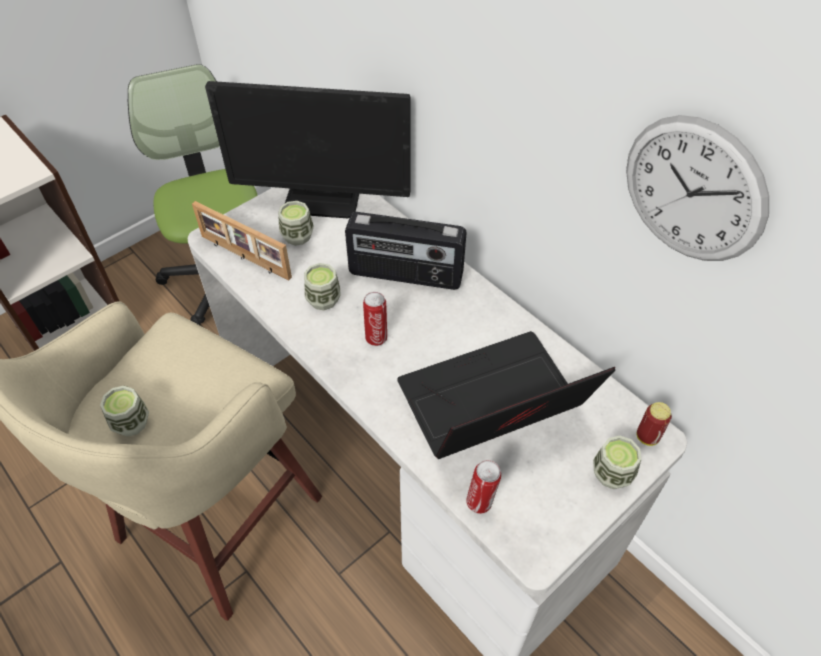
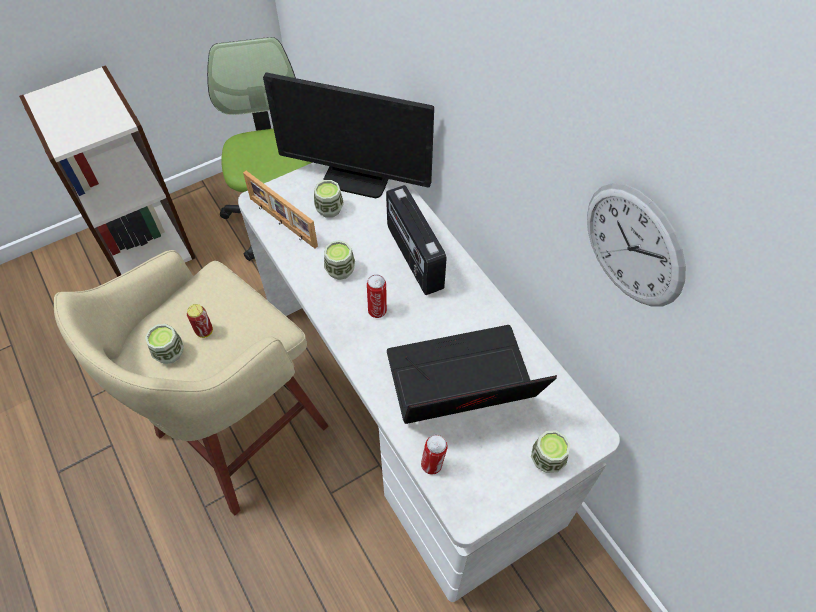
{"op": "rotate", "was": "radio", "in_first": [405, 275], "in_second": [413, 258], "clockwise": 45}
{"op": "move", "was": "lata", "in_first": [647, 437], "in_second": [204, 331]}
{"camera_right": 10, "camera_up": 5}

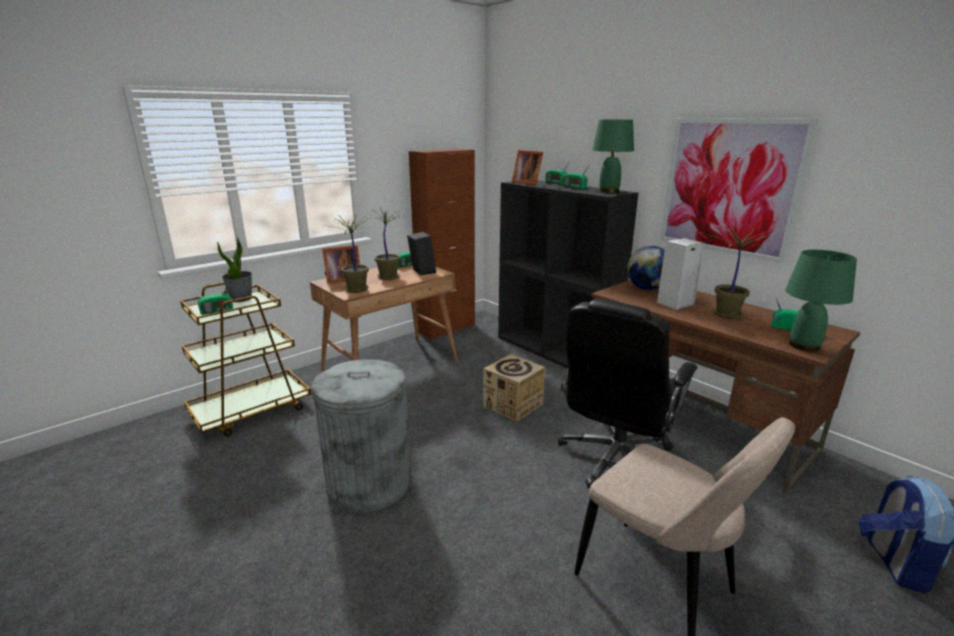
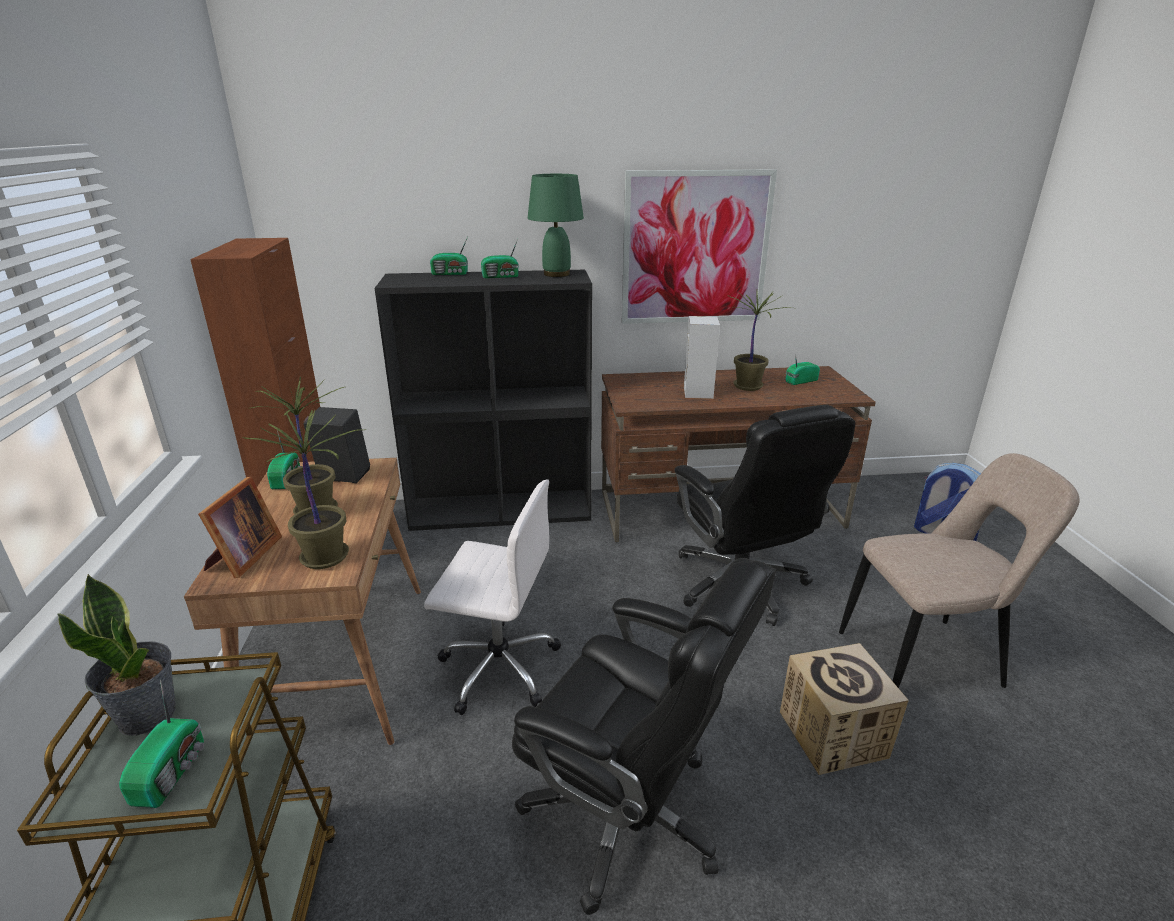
{"op": "delete", "was": "portarretratos", "in_first": [527, 183]}
{"op": "delete", "was": "globo terráqueo", "in_first": [647, 289]}
{"op": "delete", "was": "lámpara de mesa (verde)", "in_first": [804, 345]}
{"op": "move", "was": "caja de cartón", "in_first": [513, 405], "in_second": [833, 735]}
{"op": "replace", "was": "papelera (gris)", "now": "silla de oficina (negro)", "in_first": [369, 483], "in_second": [628, 815]}
{"op": "insert", "now": "silla de oficina (blanco)", "in_second": [497, 667]}
{"camera_right": -55, "camera_up": 5}

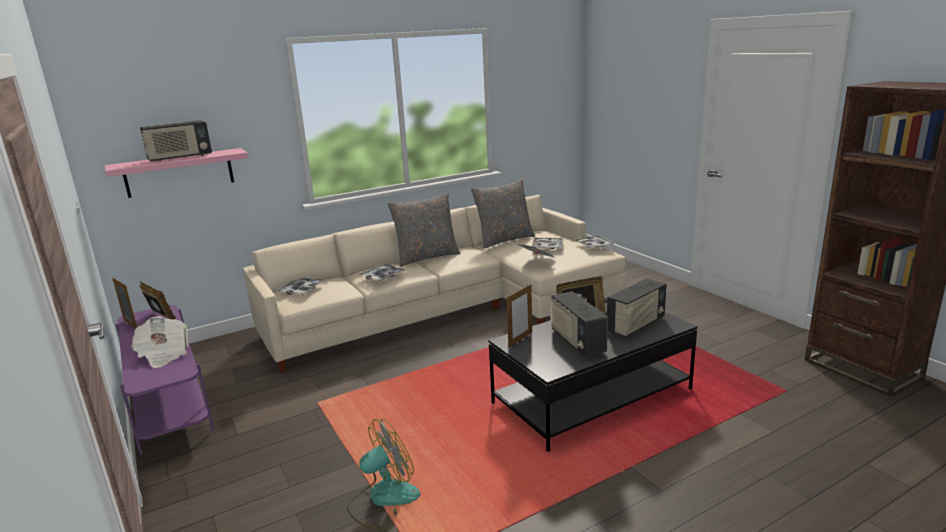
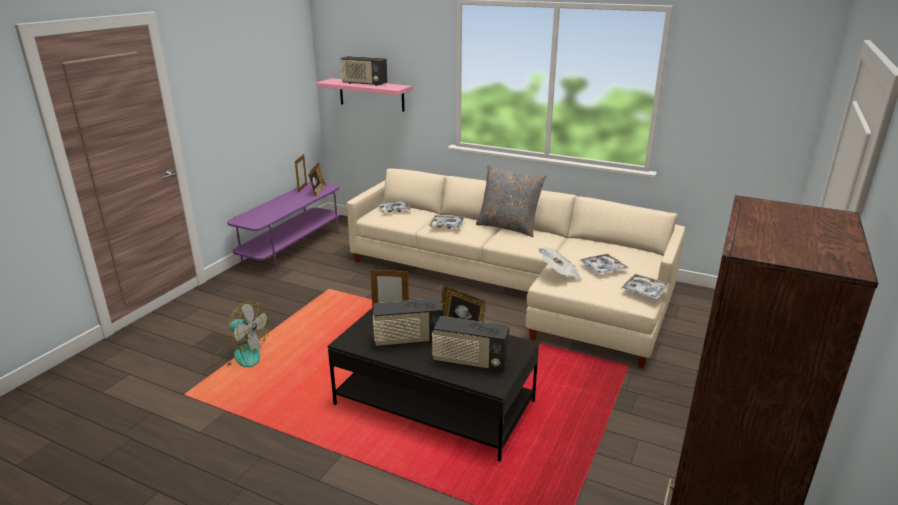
{"op": "delete", "was": "cojín (gris)", "in_first": [504, 240]}
{"op": "rotate", "was": "radio", "in_first": [577, 341], "in_second": [408, 340], "clockwise": -135}
{"op": "delete", "was": "periódico", "in_first": [163, 354]}
{"camera_right": 55, "camera_up": 5}

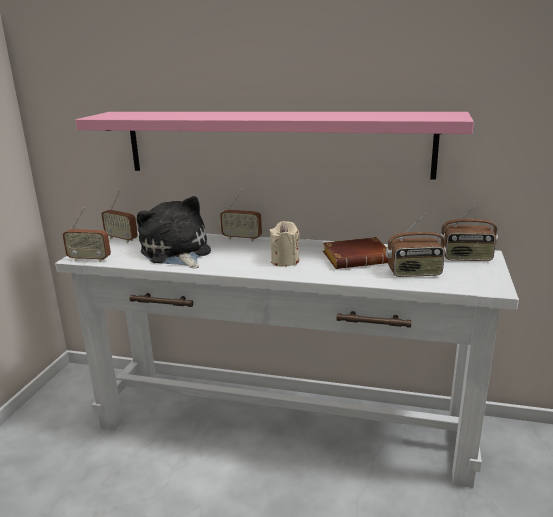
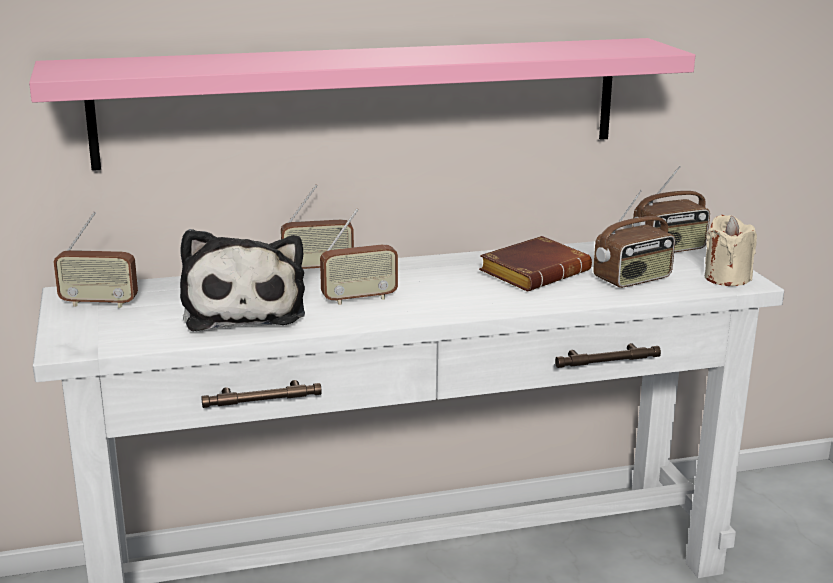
{"op": "rotate", "was": "peluche", "in_first": [177, 253], "in_second": [244, 310], "clockwise": -135}
{"op": "move", "was": "radio", "in_first": [89, 259], "in_second": [359, 299]}
{"op": "move", "was": "vela (beis)", "in_first": [285, 261], "in_second": [726, 278]}
{"camera_right": -30, "camera_up": 0}

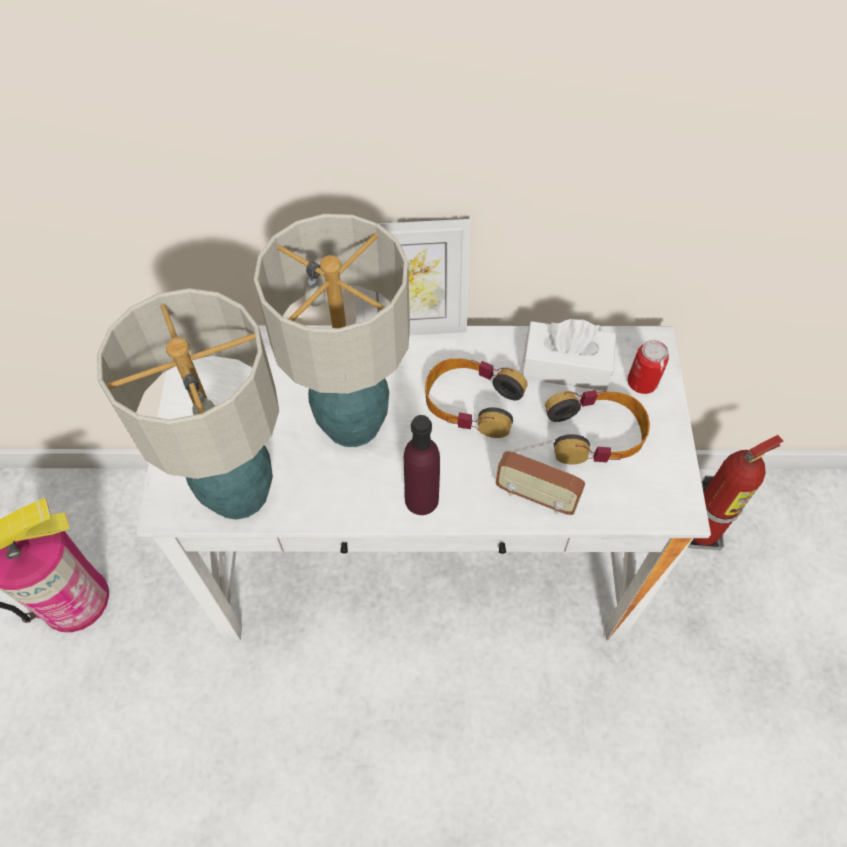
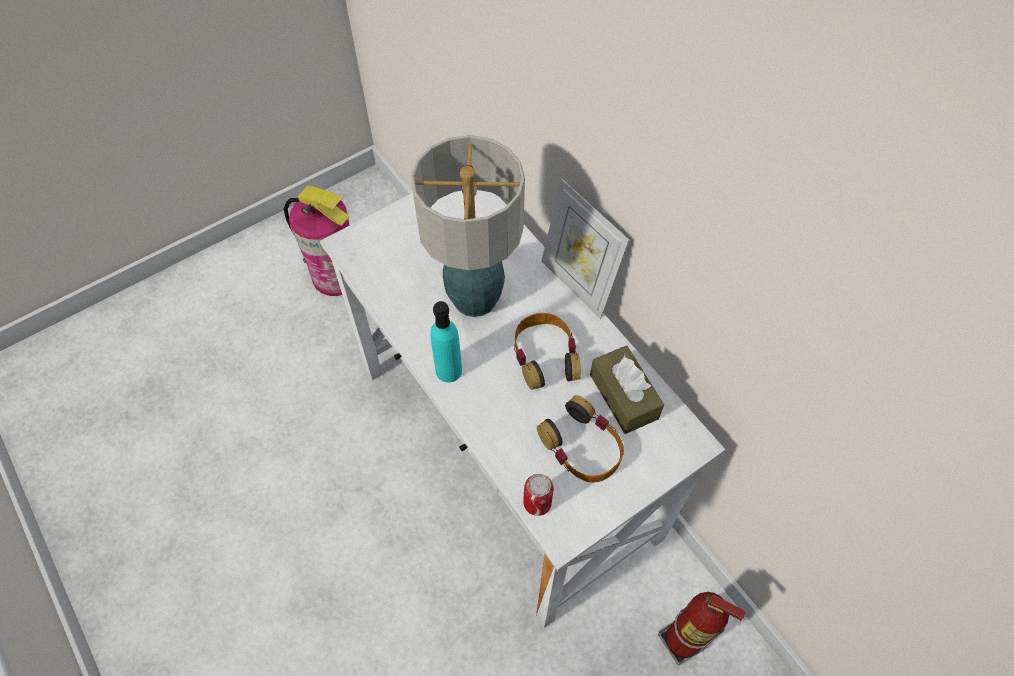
{"op": "delete", "was": "lámpara de mesa", "in_first": [240, 493]}
{"op": "recolor", "was": "caja de pañuelos (blanco)", "now": "caja de pañuelos (marrón)", "in_first": [565, 366], "in_second": [623, 396]}
{"op": "move", "was": "lata", "in_first": [642, 382], "in_second": [537, 503]}
{"op": "recolor", "was": "botella (morado)", "now": "botella (turquesa)", "in_first": [421, 499], "in_second": [448, 370]}
{"op": "delete", "was": "radio", "in_first": [535, 496]}
{"camera_right": 55, "camera_up": 0}

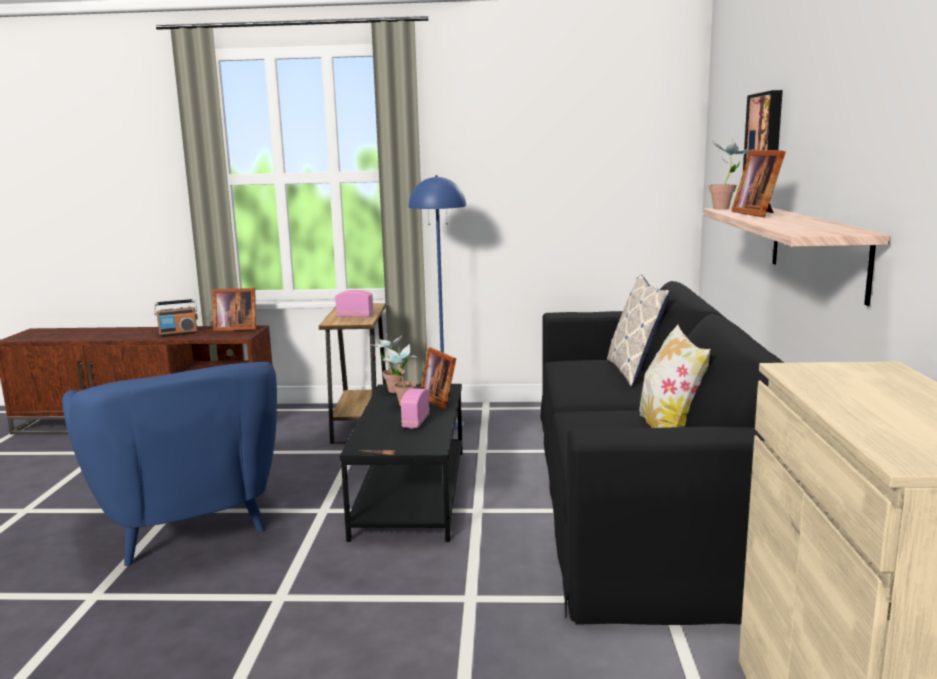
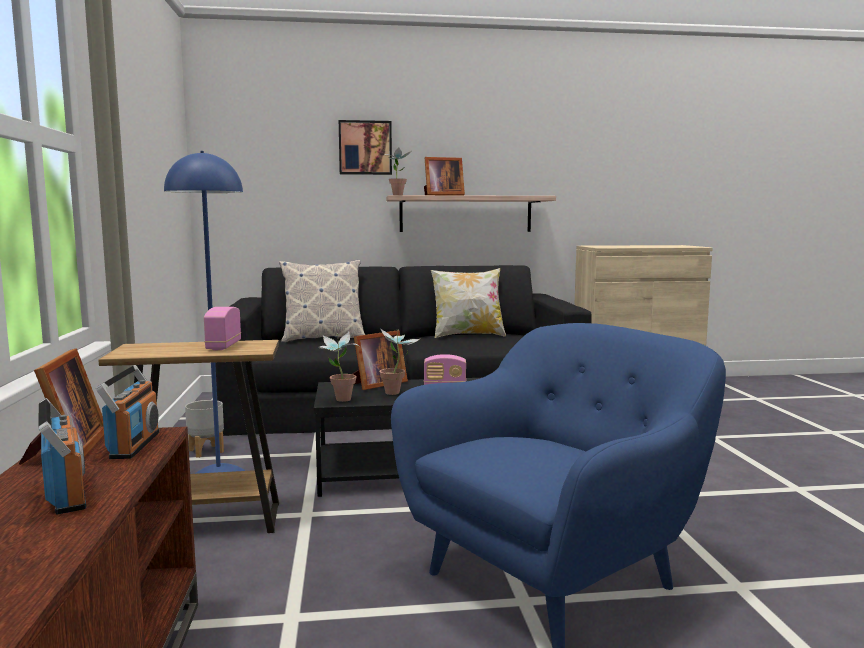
{"op": "insert", "now": "radio", "in_second": [134, 445]}
{"op": "insert", "now": "maceta (gris)", "in_second": [206, 451]}
{"camera_right": -100, "camera_up": -5}

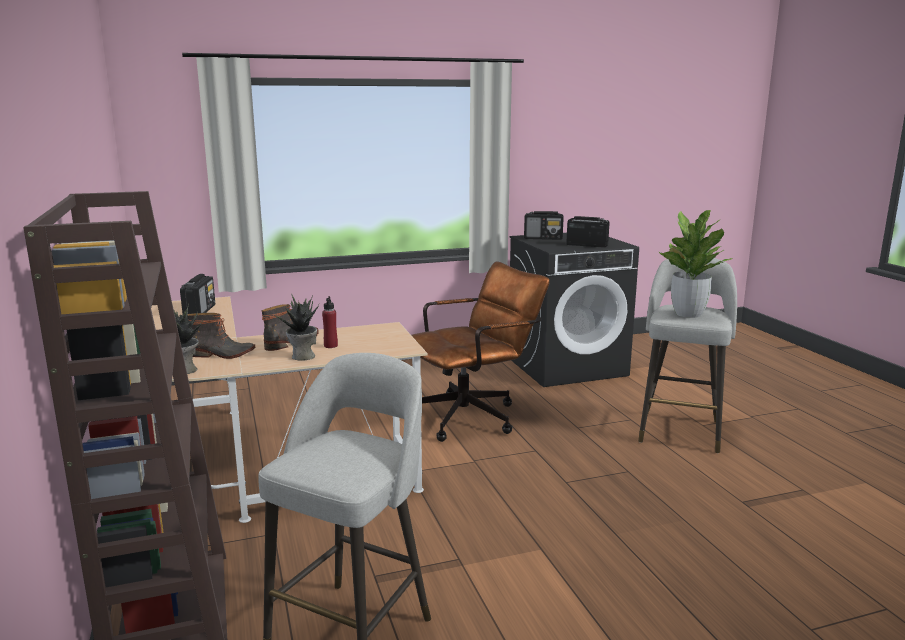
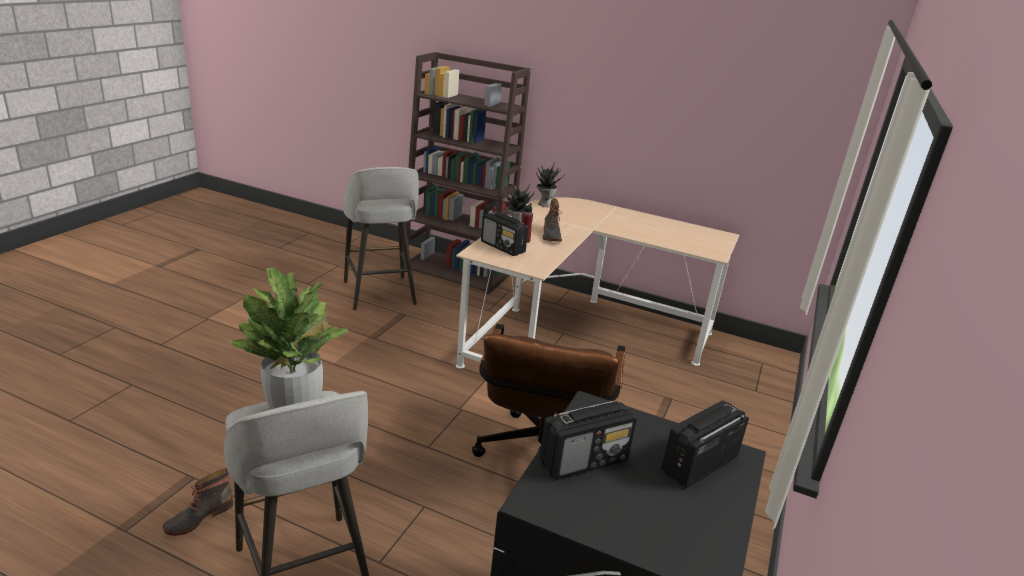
{"op": "move", "was": "radio", "in_first": [200, 311], "in_second": [503, 247]}
{"op": "move", "was": "bota", "in_first": [222, 354], "in_second": [198, 517]}
{"camera_right": 130, "camera_up": 10}

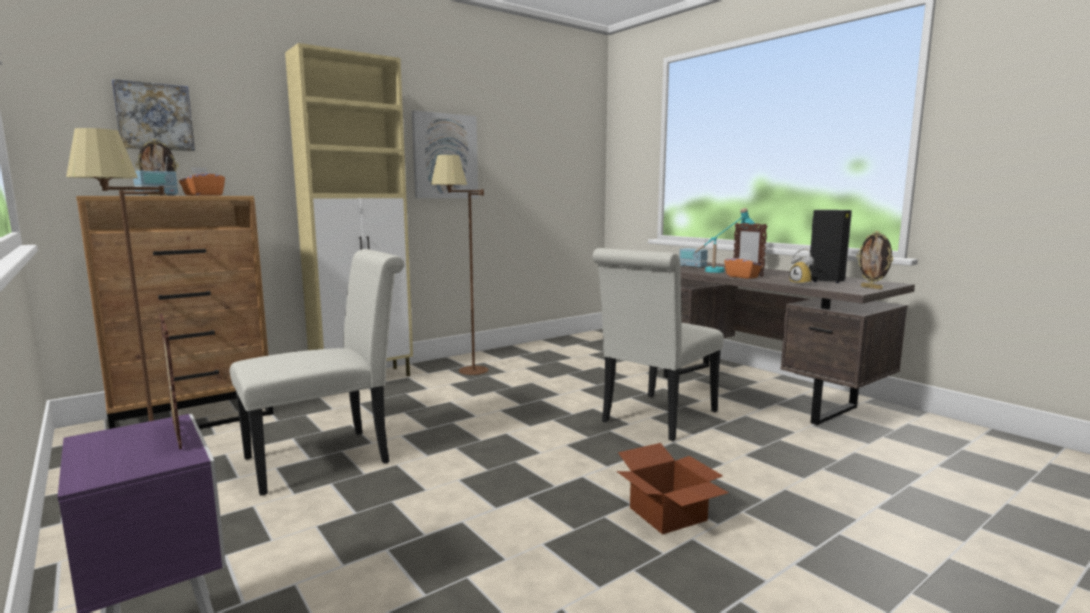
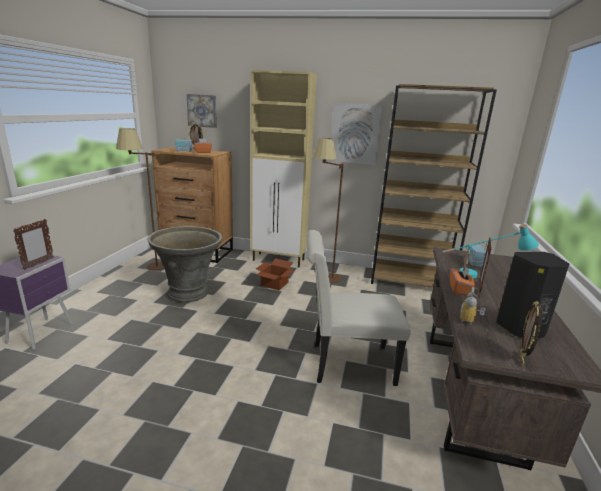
{"op": "replace", "was": "silla (blanco)", "now": "maceta (gris)", "in_first": [328, 458], "in_second": [189, 293]}
{"op": "move", "was": "caja de cartón", "in_first": [668, 515], "in_second": [274, 284]}
{"op": "insert", "now": "estantería (marrón)", "in_second": [410, 281]}
{"camera_right": 50, "camera_up": 10}

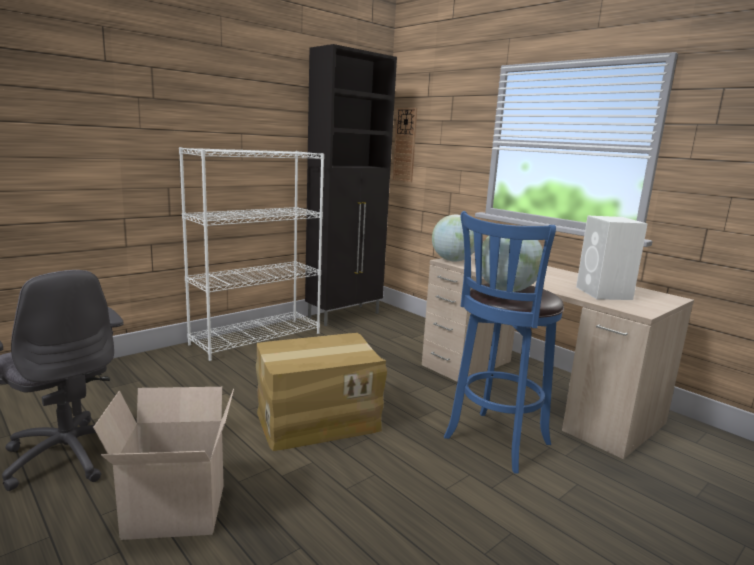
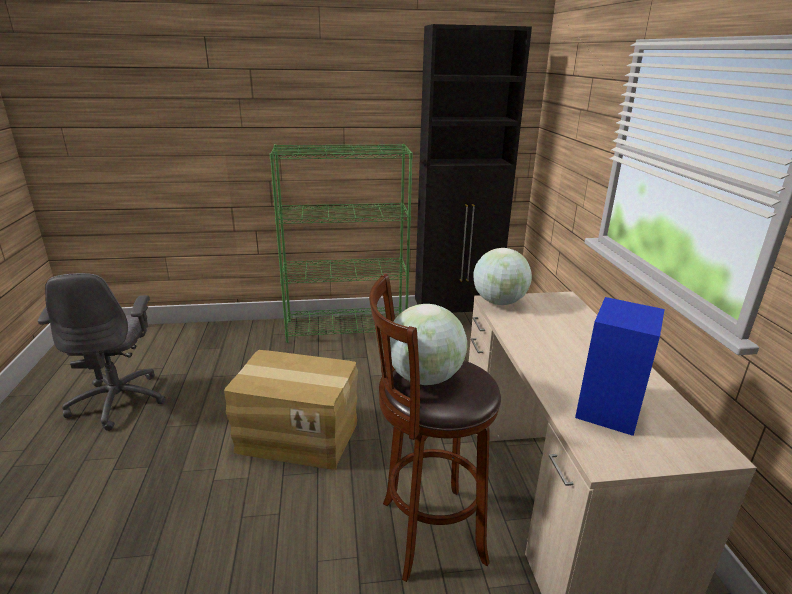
{"op": "delete", "was": "reloj de pared", "in_first": [405, 145]}
{"op": "recolor", "was": "estantería (blanco)", "now": "estantería (verde)", "in_first": [257, 338], "in_second": [347, 328]}
{"op": "recolor", "was": "taburete (azul)", "now": "taburete (marrón)", "in_first": [494, 443], "in_second": [426, 532]}
{"op": "recolor", "was": "altavoz (blanco)", "now": "altavoz (azul)", "in_first": [604, 293], "in_second": [608, 410]}
{"op": "delete", "was": "caja de cartón", "in_first": [173, 513]}
{"camera_right": 35, "camera_up": 10}

